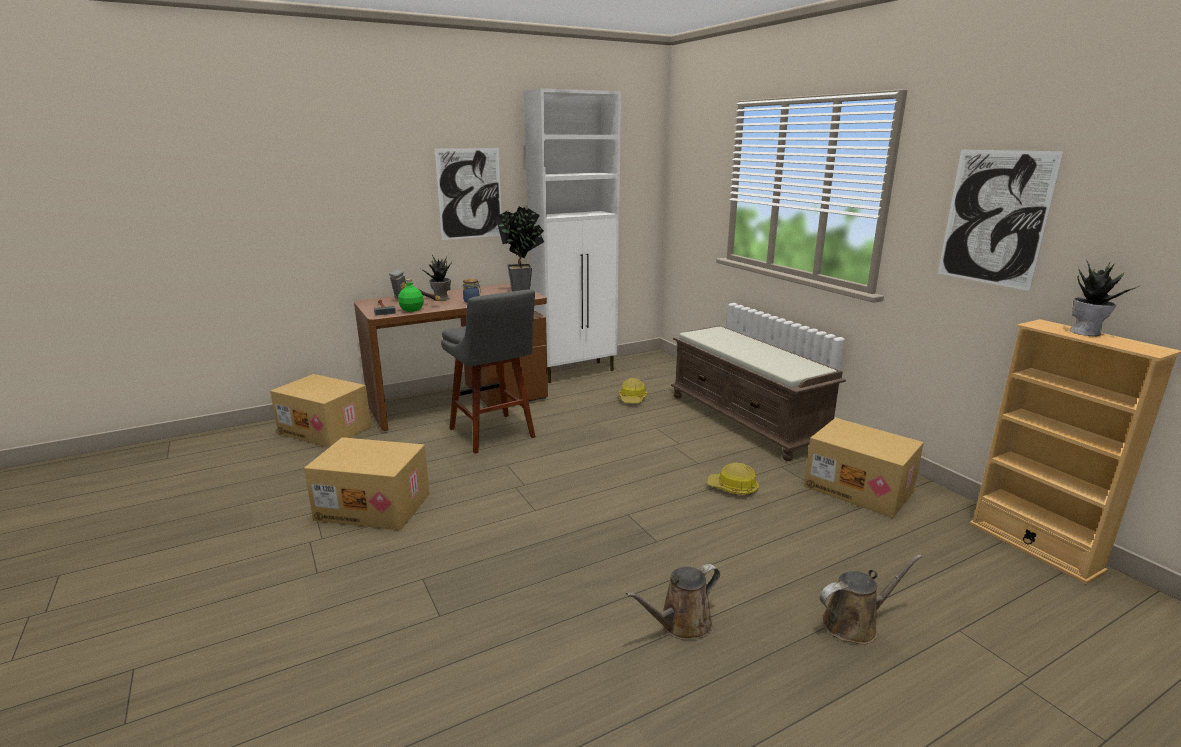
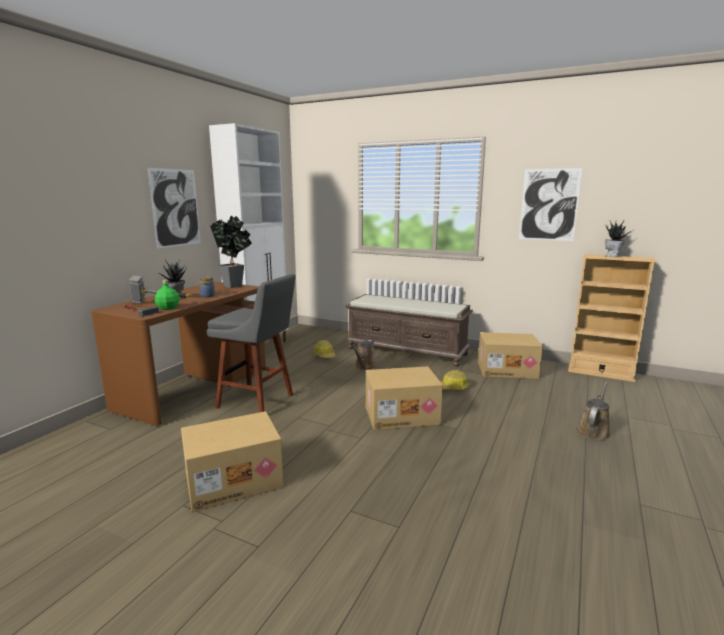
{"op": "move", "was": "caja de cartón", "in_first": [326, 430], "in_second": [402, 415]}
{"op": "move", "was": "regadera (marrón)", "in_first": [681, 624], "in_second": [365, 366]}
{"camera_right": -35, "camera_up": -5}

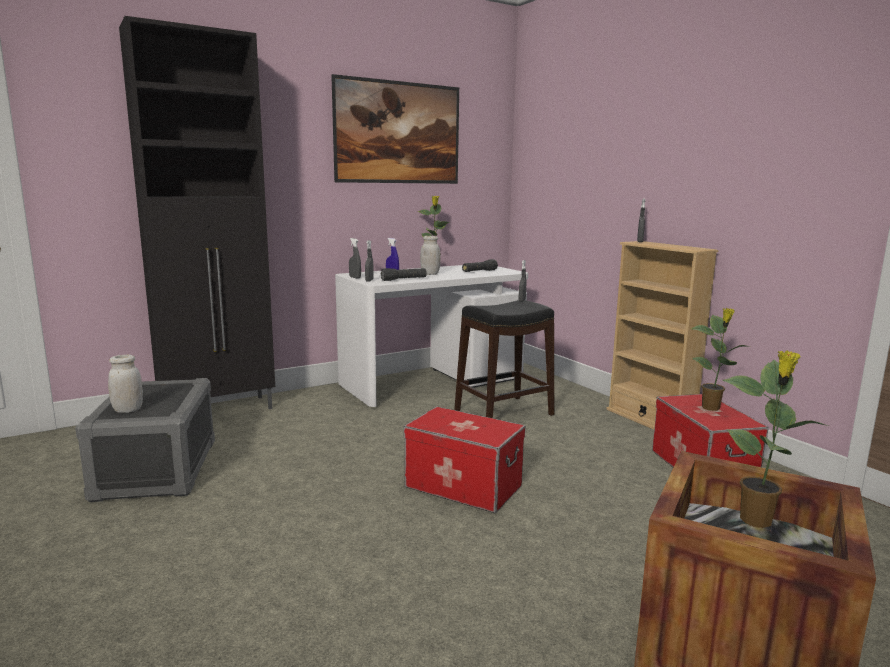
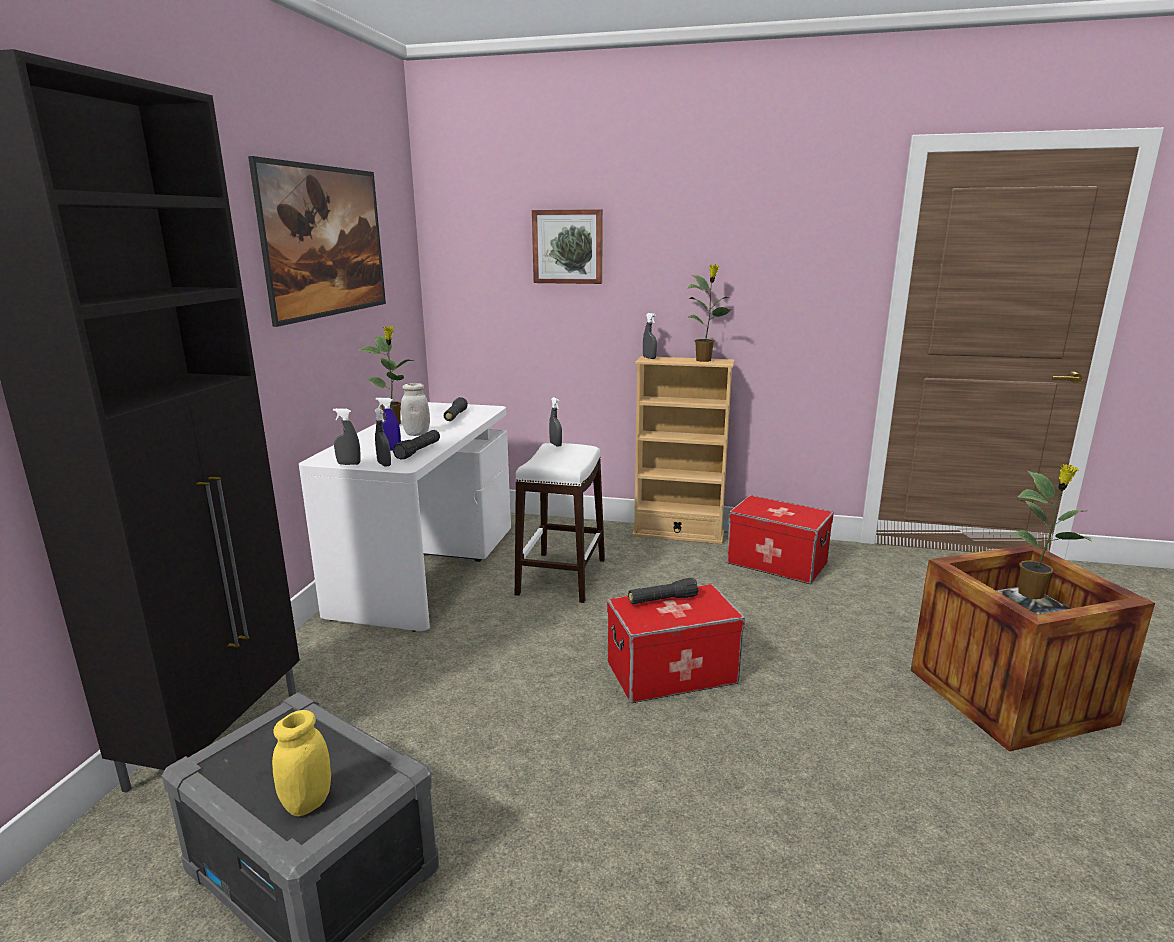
{"op": "recolor", "was": "taburete (negro)", "now": "taburete (blanco)", "in_first": [504, 413], "in_second": [562, 576]}
{"op": "move", "was": "planta en maceta", "in_first": [711, 408], "in_second": [704, 360]}
{"op": "recolor", "was": "tarro (blanco)", "now": "tarro (amarillo)", "in_first": [128, 410], "in_second": [307, 802]}
{"op": "insert", "now": "cuadro", "in_second": [568, 247]}
{"op": "insert", "now": "linterna (negro)", "in_second": [662, 600]}
{"camera_right": -45, "camera_up": 5}

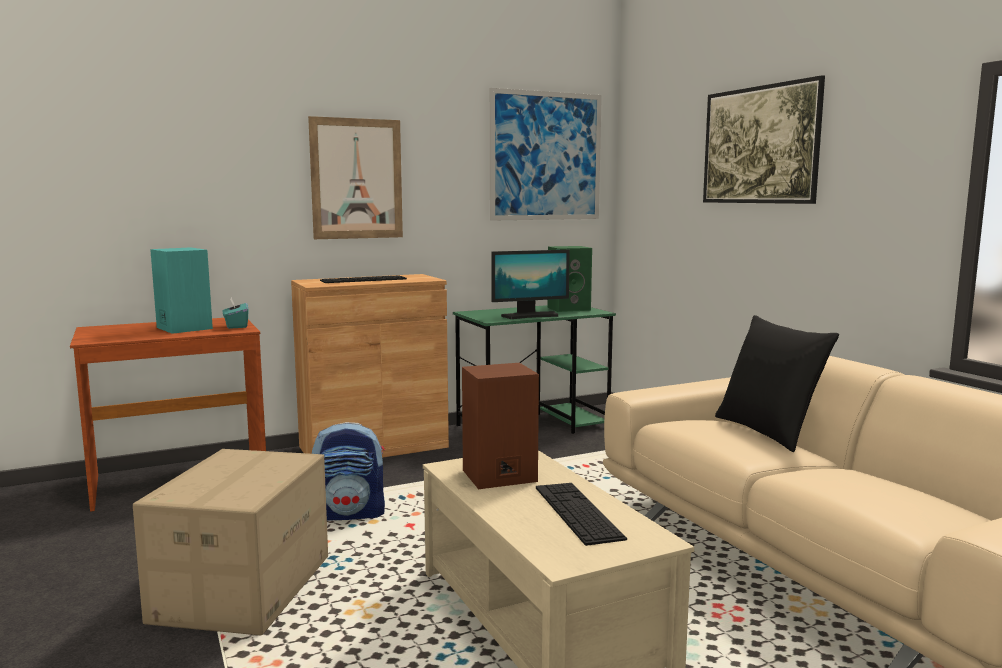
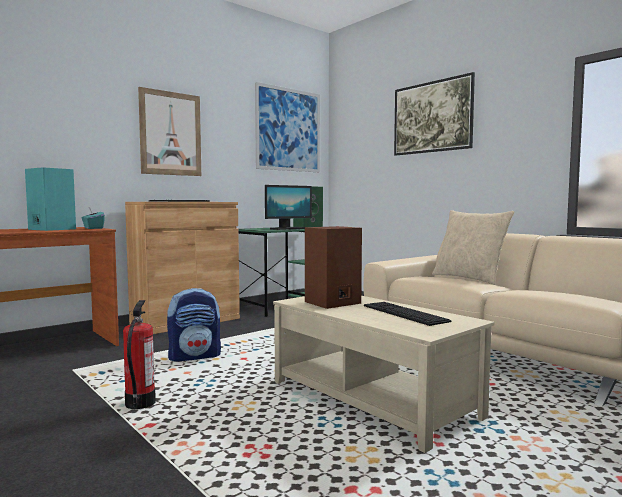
{"op": "recolor", "was": "cojín (negro)", "now": "cojín (beis)", "in_first": [768, 432], "in_second": [469, 278]}
{"op": "replace", "was": "caja de cartón", "now": "extintor", "in_first": [242, 588], "in_second": [140, 404]}
{"camera_right": -15, "camera_up": -5}

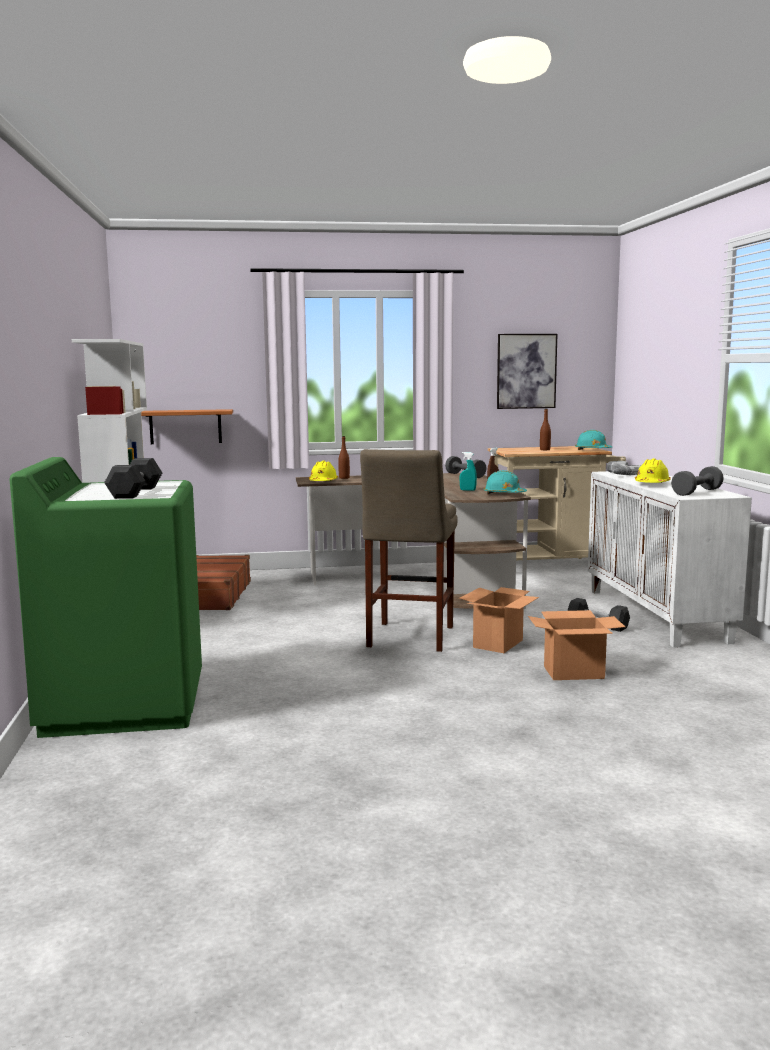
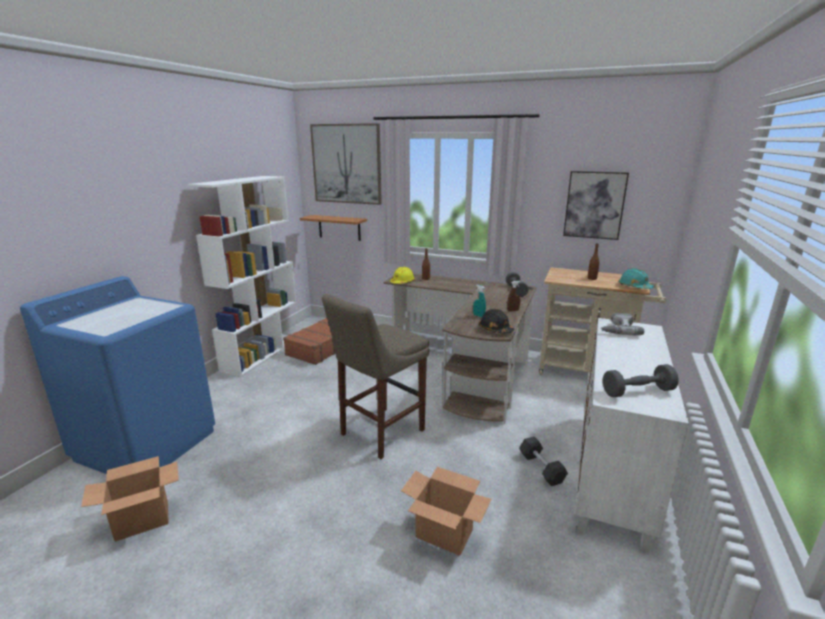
{"op": "recolor", "was": "lavadora (verde)", "now": "lavadora (azul)", "in_first": [124, 704], "in_second": [147, 444]}
{"op": "delete", "was": "mancuerna (gris)", "in_first": [135, 492]}
{"op": "delete", "was": "casco (amarillo)", "in_first": [652, 484]}
{"op": "recolor", "was": "casco (turquesa)", "now": "casco (negro)", "in_first": [504, 494], "in_second": [495, 329]}
{"op": "move", "was": "caja de cartón", "in_first": [498, 643], "in_second": [143, 520]}
{"op": "insert", "now": "cuadro", "in_second": [346, 164]}
{"camera_right": 30, "camera_up": 10}

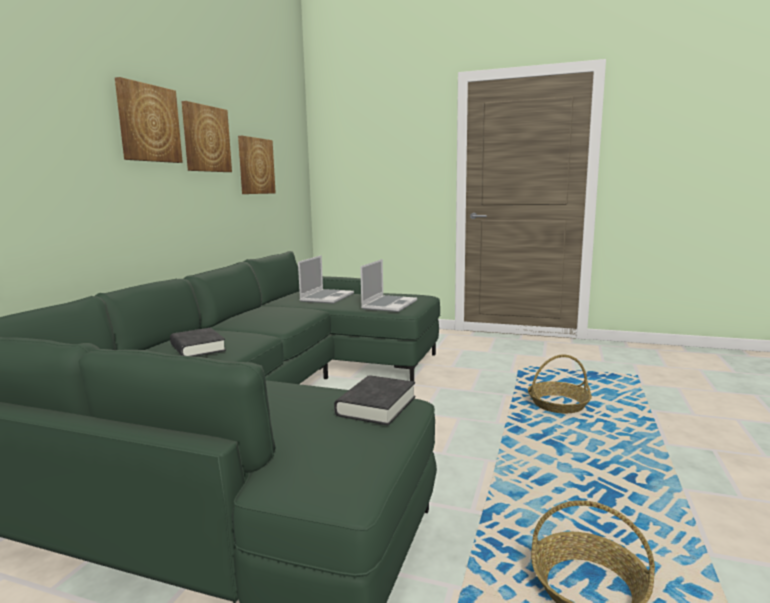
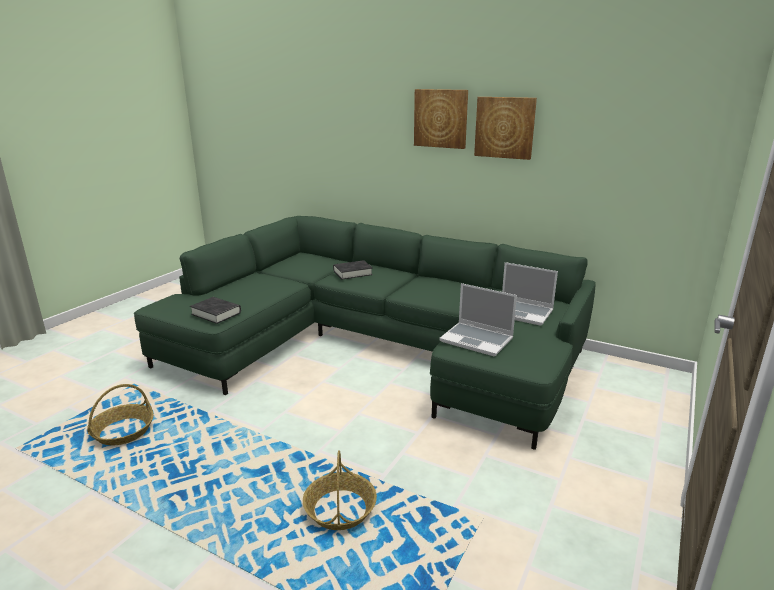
{"op": "delete", "was": "cuadro", "in_first": [255, 166]}
{"camera_right": 100, "camera_up": 10}

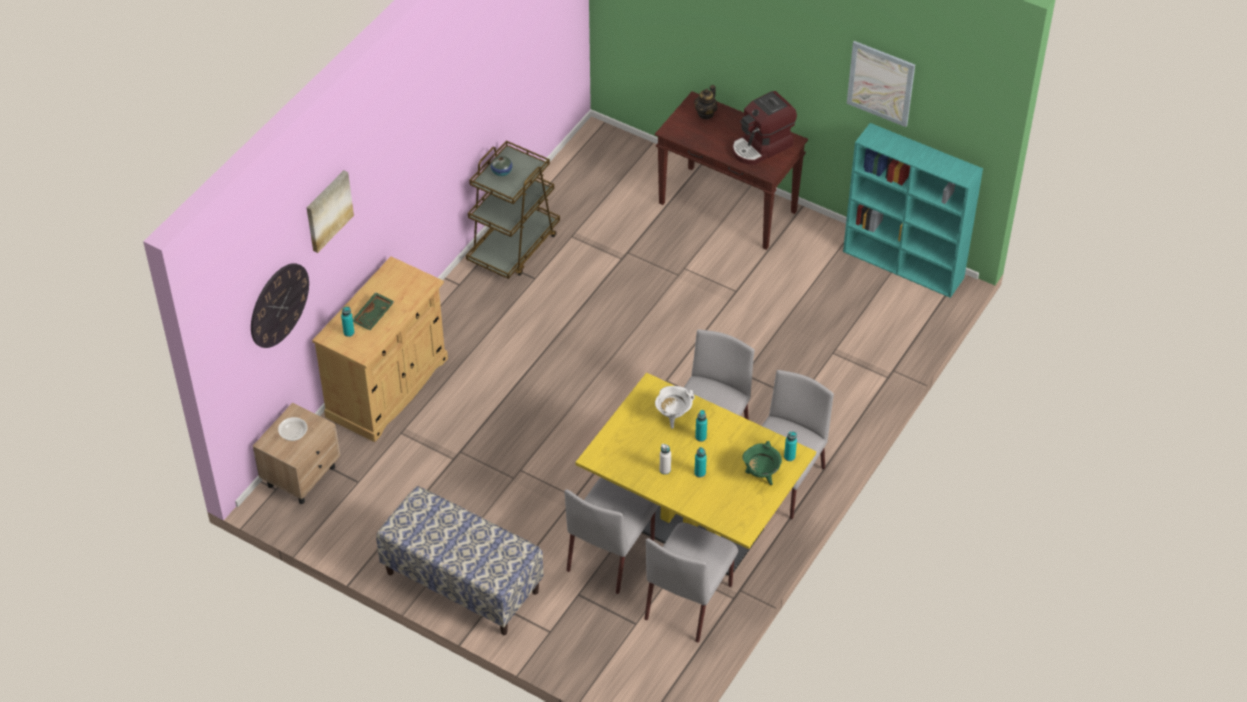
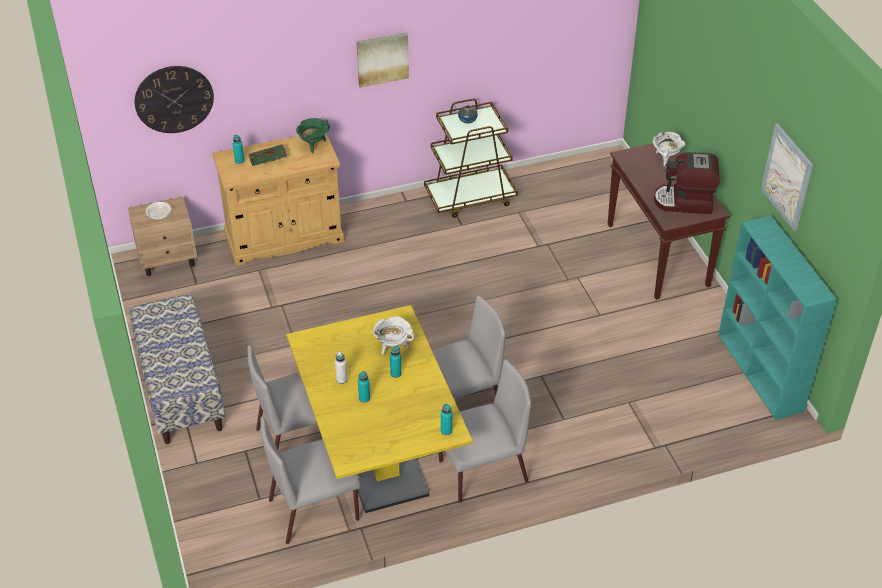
{"op": "replace", "was": "tetera", "now": "olla (blanco)", "in_first": [706, 113], "in_second": [665, 158]}
{"op": "move", "was": "cuadro", "in_first": [328, 210], "in_second": [382, 58]}
{"op": "move", "was": "olla (verde)", "in_first": [761, 475], "in_second": [313, 145]}
{"camera_right": 40, "camera_up": -5}

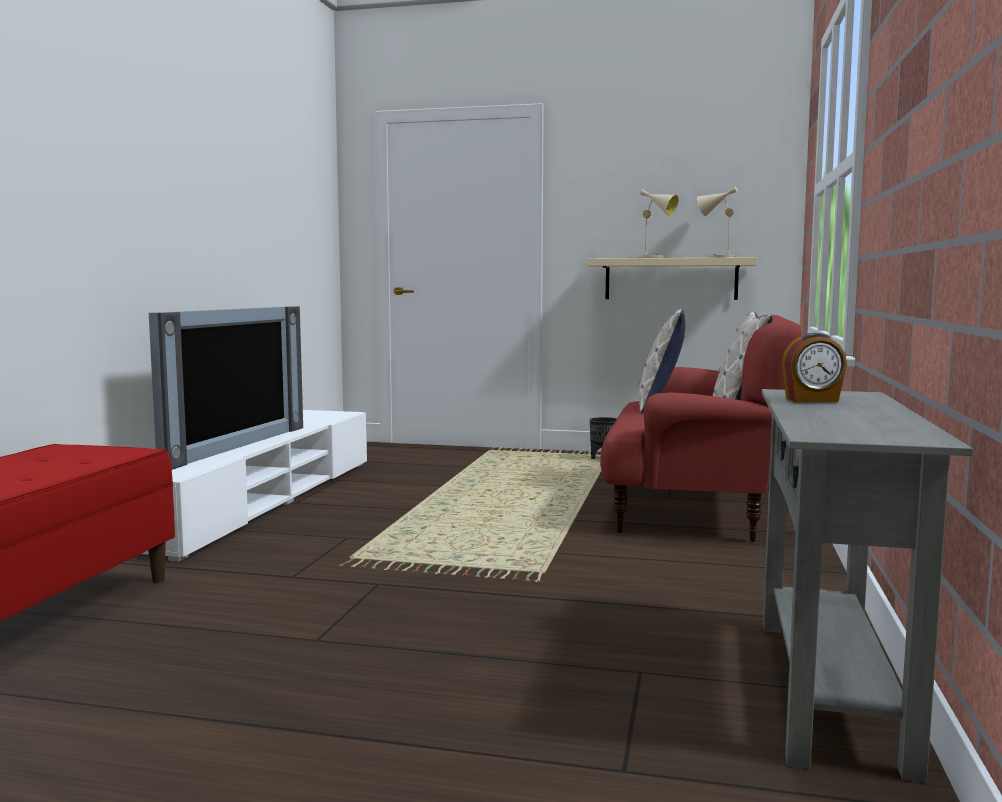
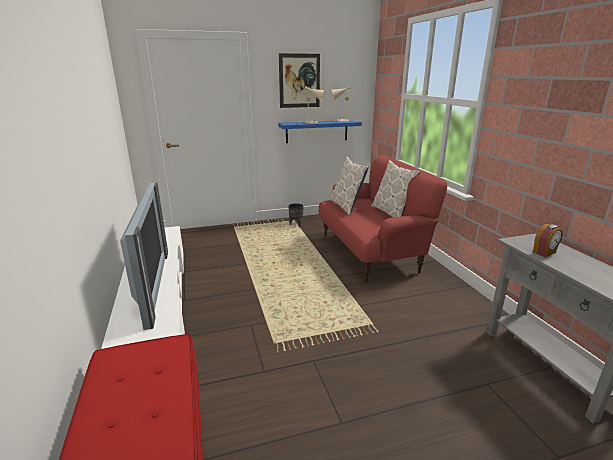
{"op": "recolor", "was": "estante (beis)", "now": "estante (azul)", "in_first": [671, 279], "in_second": [317, 131]}
{"op": "insert", "now": "cuadro", "in_second": [299, 81]}
{"camera_right": -30, "camera_up": 15}

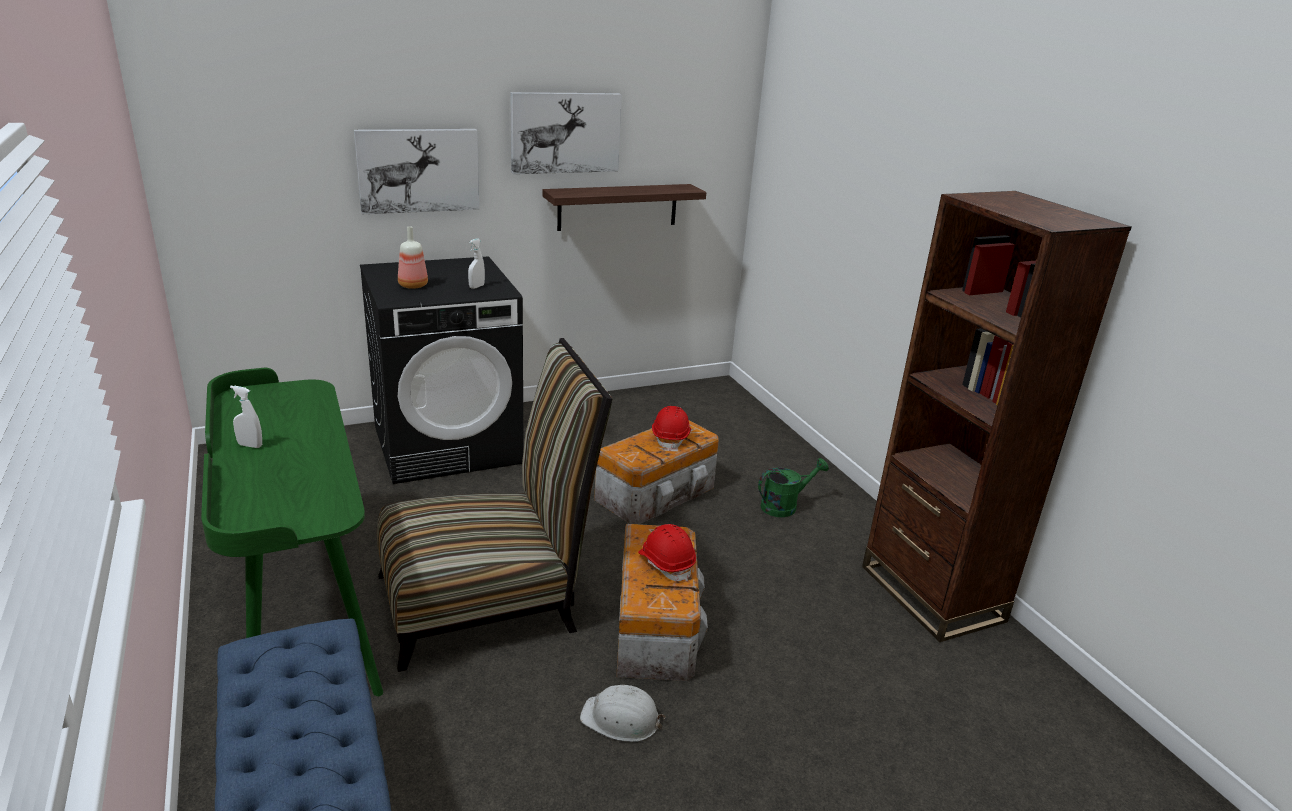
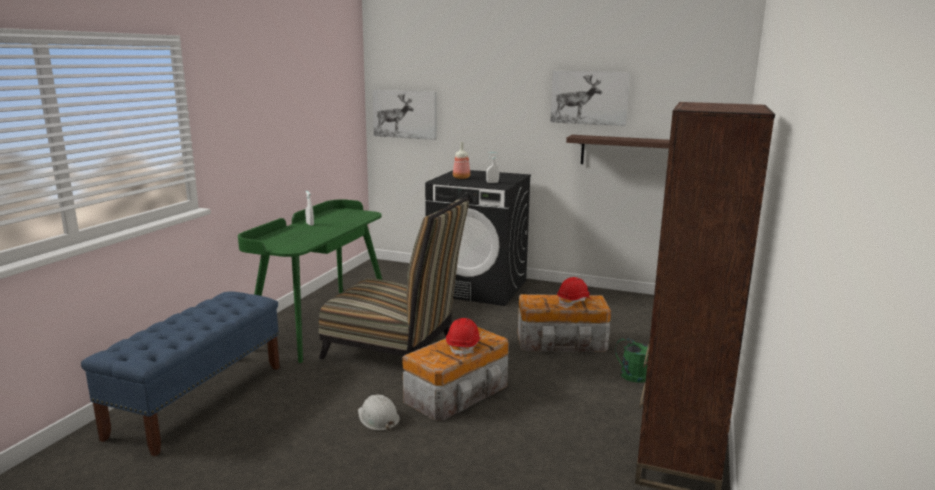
{"op": "move", "was": "cuadro", "in_first": [418, 170], "in_second": [405, 114]}
{"camera_right": 45, "camera_up": -10}

